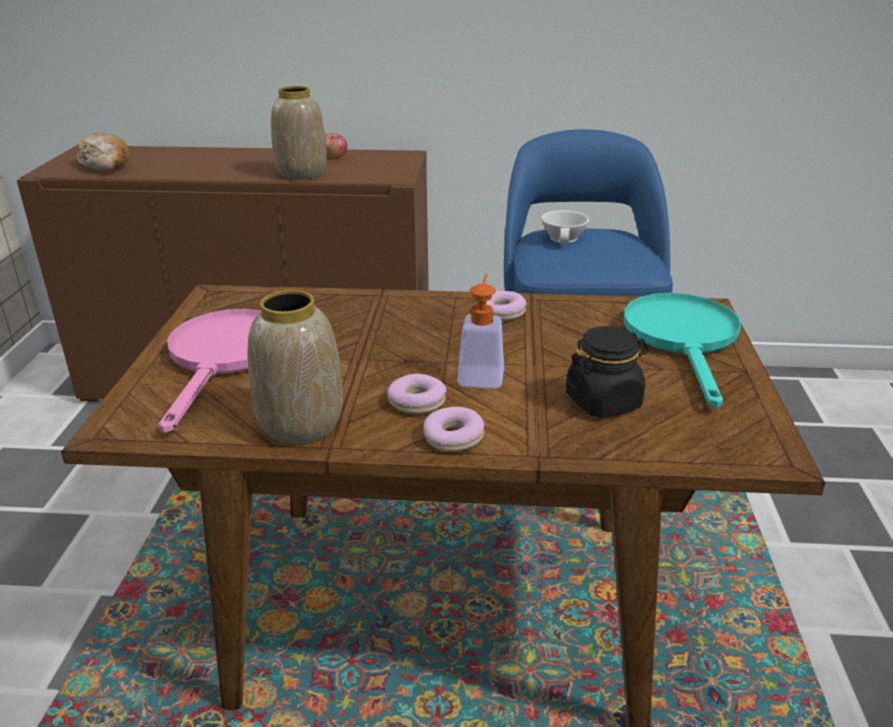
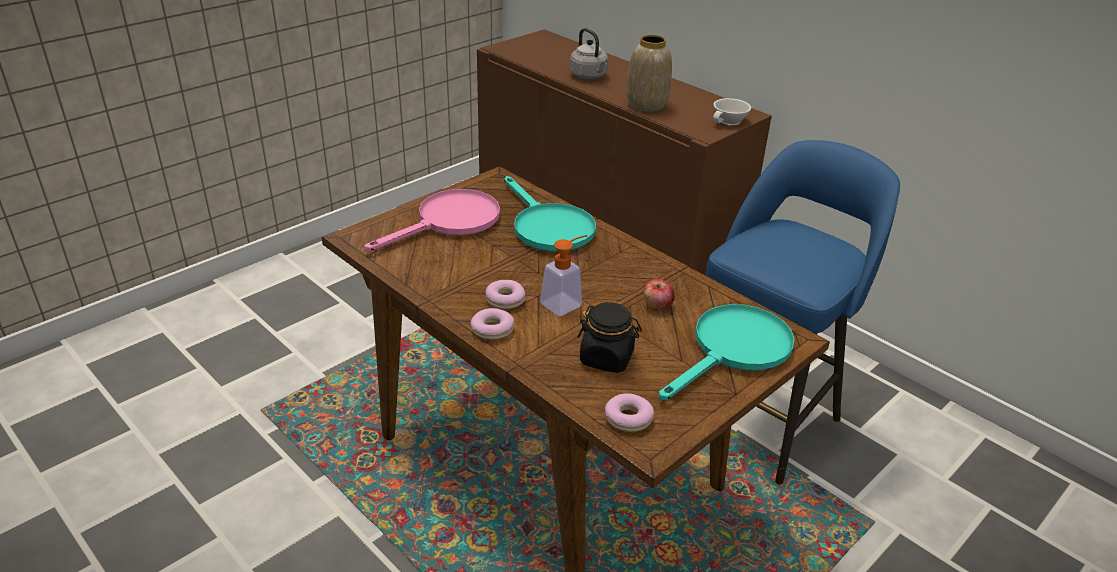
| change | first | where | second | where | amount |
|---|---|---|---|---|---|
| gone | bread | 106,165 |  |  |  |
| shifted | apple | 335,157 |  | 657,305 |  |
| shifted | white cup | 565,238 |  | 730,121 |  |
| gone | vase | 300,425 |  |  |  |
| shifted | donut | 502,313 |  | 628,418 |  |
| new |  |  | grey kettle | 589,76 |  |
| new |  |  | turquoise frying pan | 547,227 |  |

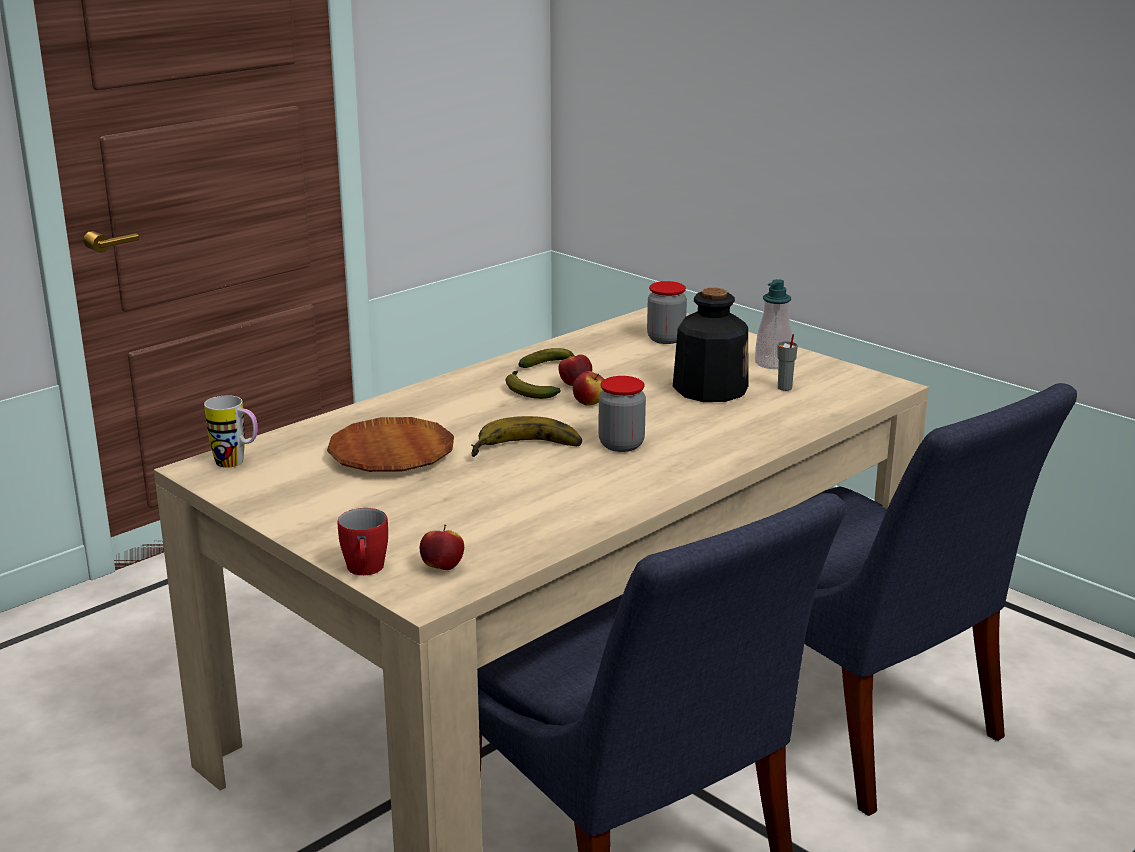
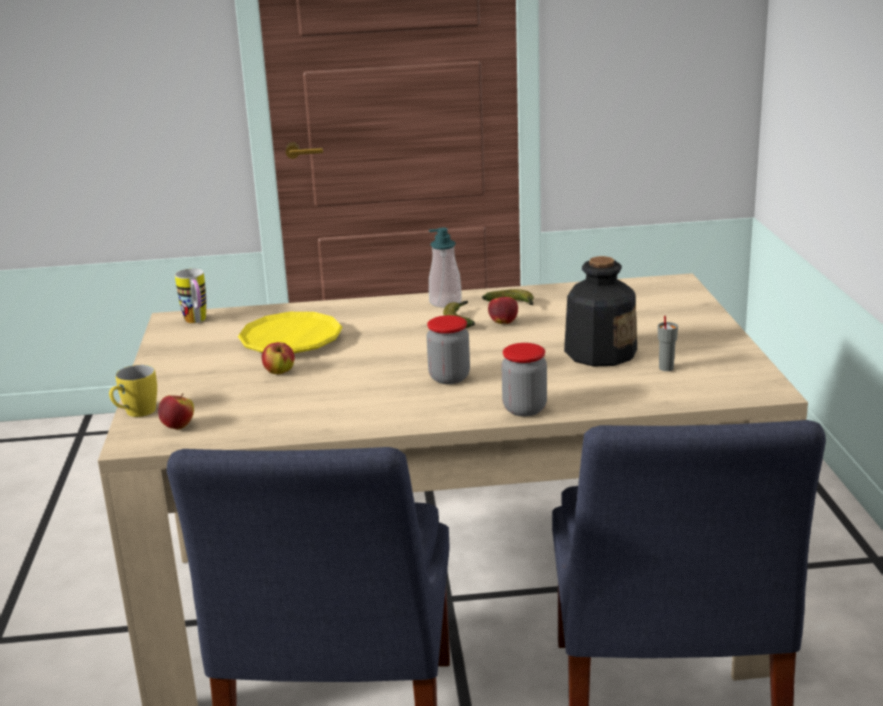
| change | first | where | second | where | amount |
|---|---|---|---|---|---|
| shifted | soap dispenser | 773,363 |  | 445,302 |  |
| shifted | jar | 666,339 |  | 524,409 |  |
| shifted | apple | 590,403 |  | 279,373 |  |
| gone | banana | 527,451 |  |  |  |
| repainted | brown plate | 391,454 | yellow plate | 291,340 |  |
| repainted | red mug | 365,571 | yellow mug | 135,413 |  |

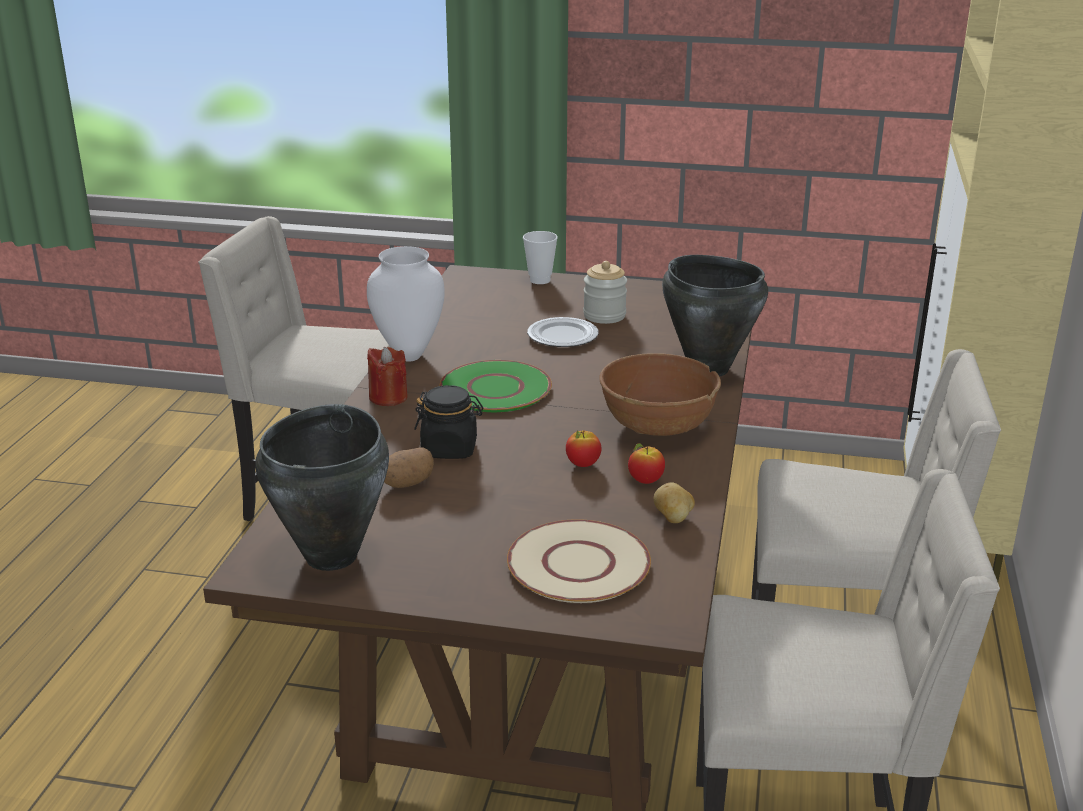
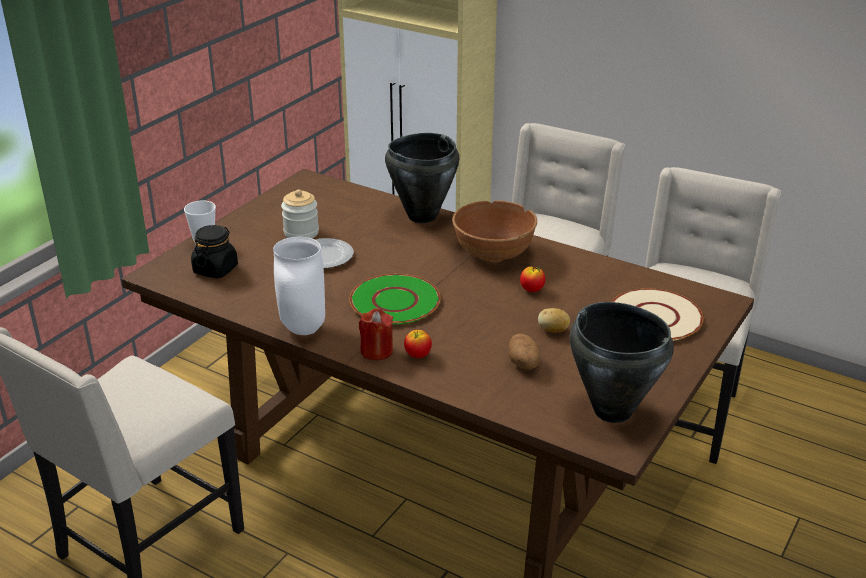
| change | first | where | second | where | amount |
|---|---|---|---|---|---|
| shifted | black jar | 449,449 |  | 215,269 |  |
| shifted | apple | 645,481 |  | 417,355 |  |
| shifted | potato | 673,518 |  | 553,330 |  |

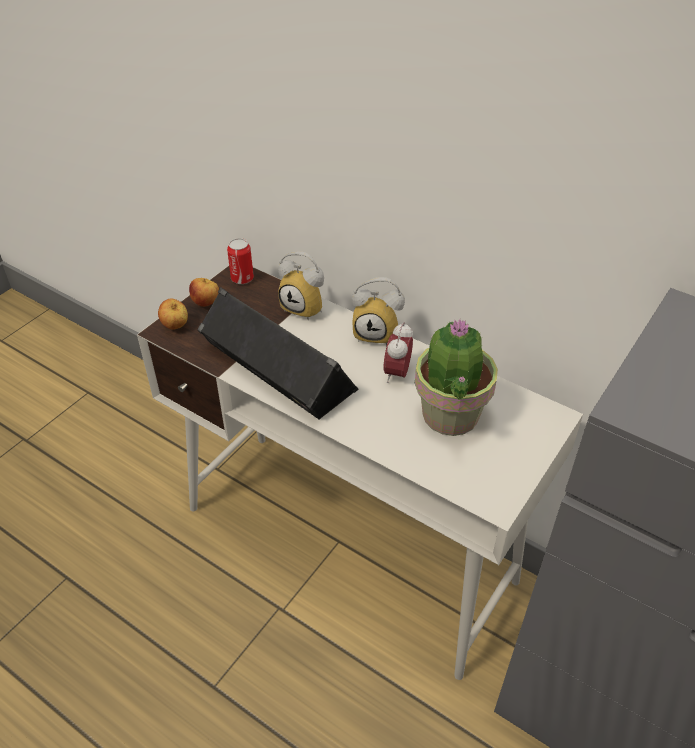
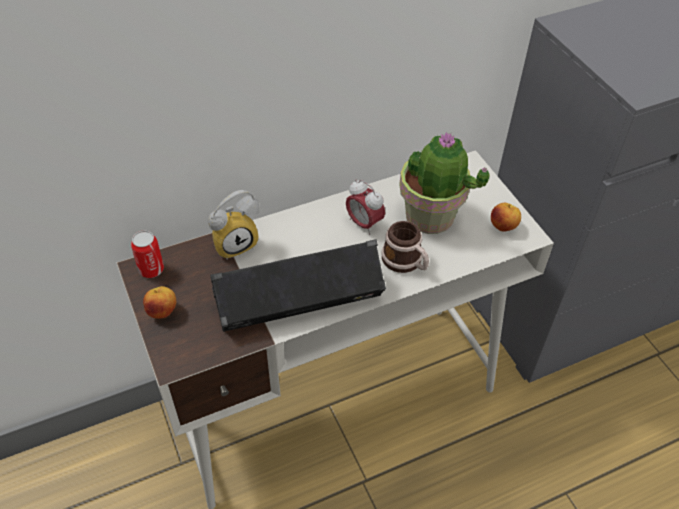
| change | first | where | second | where | amount |
|---|---|---|---|---|---|
| gone | alarm clock | 377,333 |  |  |  |
| shifted | apple | 175,326 |  | 503,227 |  |
| new |  |  | mug | 406,262 |  |

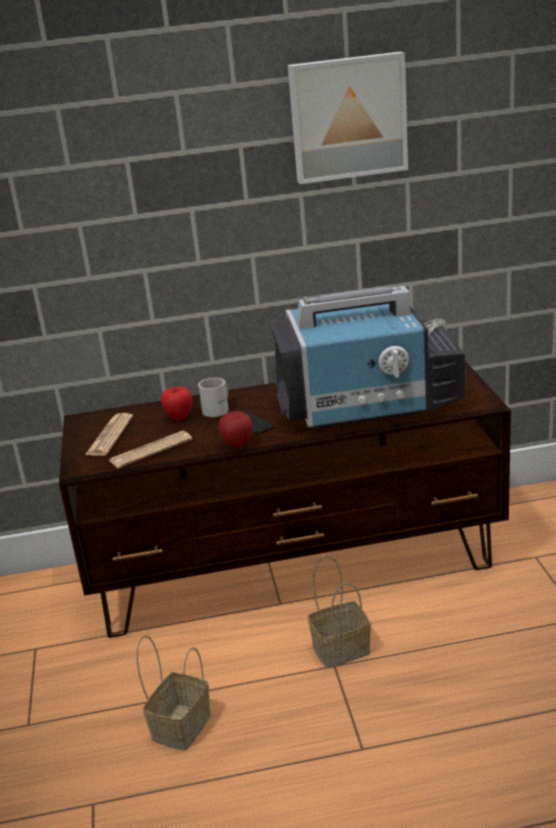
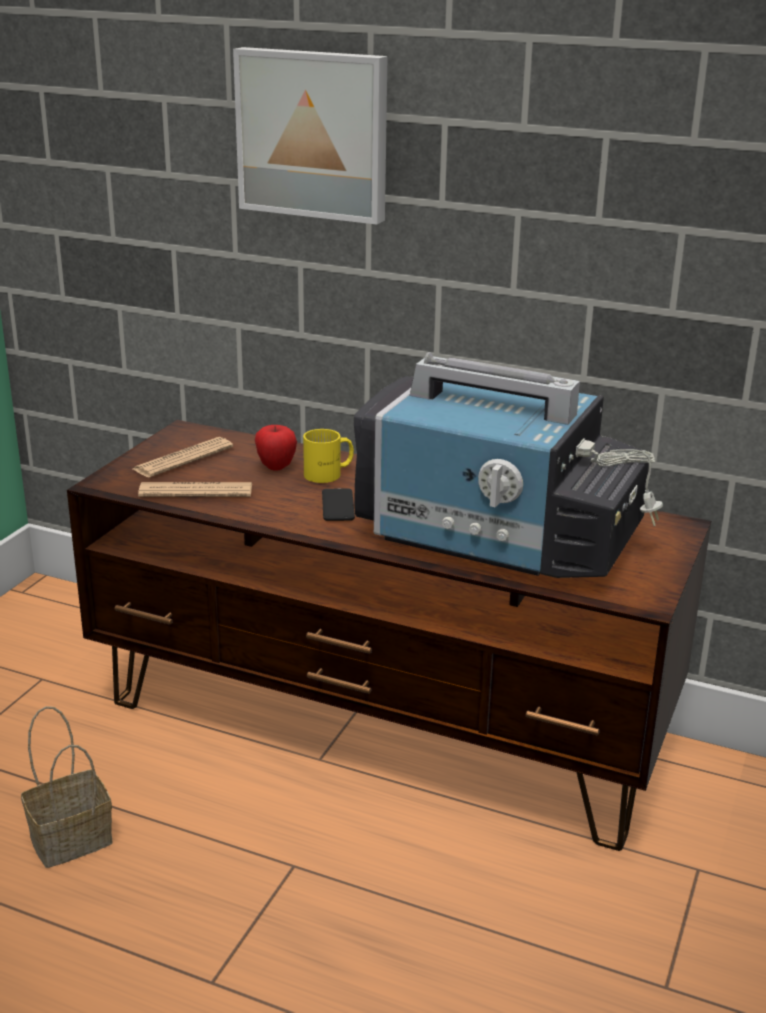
| change | first | where | second | where | amount |
|---|---|---|---|---|---|
| shifted | picture | 347,117 |  | 314,134 |  |
| repainted | white mug | 219,408 | yellow mug | 329,474 |  |
| gone | apple | 237,445 |  |  |  |
| gone | basket | 342,648 |  |  |  |

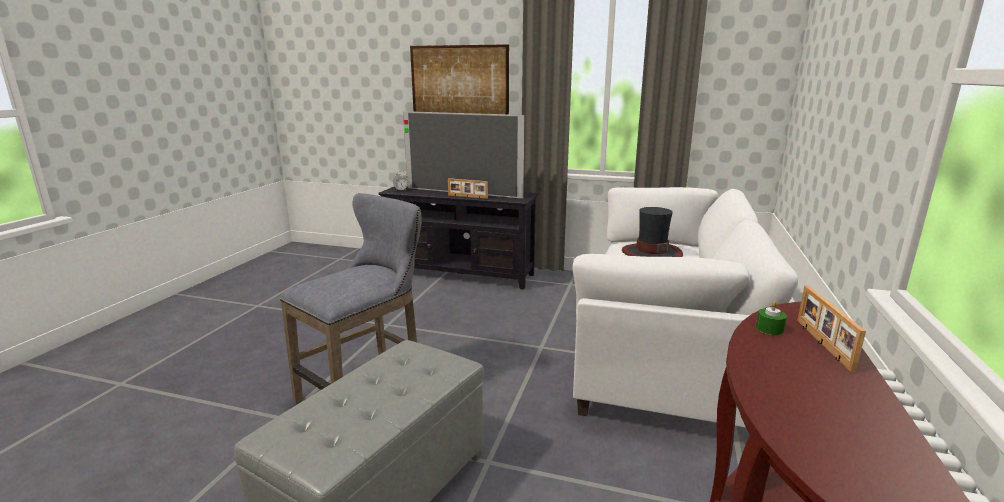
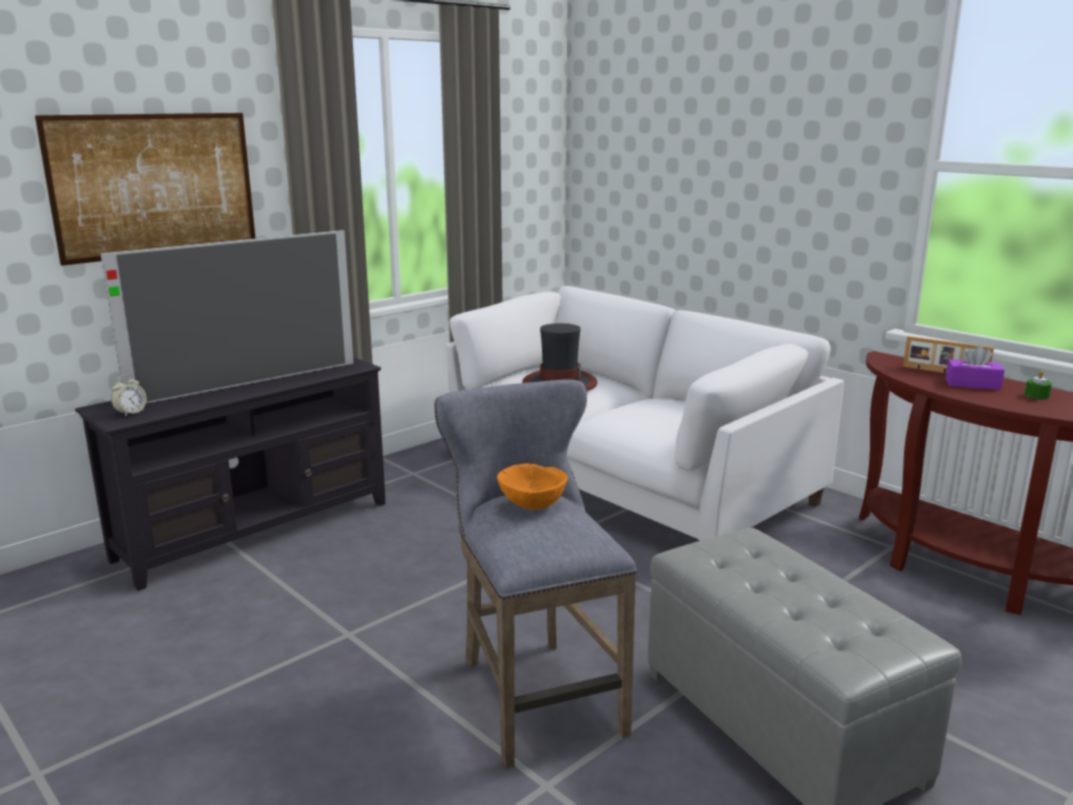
| change | first | where | second | where | amount |
|---|---|---|---|---|---|
| gone | picture frame | 467,197 |  |  |  |
| shifted | green candle | 769,328 |  | 1036,396 |  |
| new |  |  | purple tissue box | 972,384 |  |
| new |  |  | orange bowl | 532,505 |  |

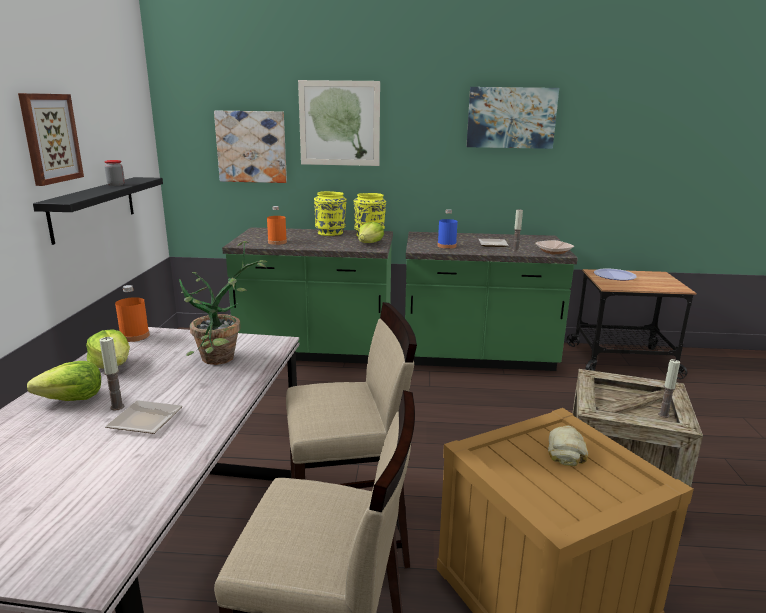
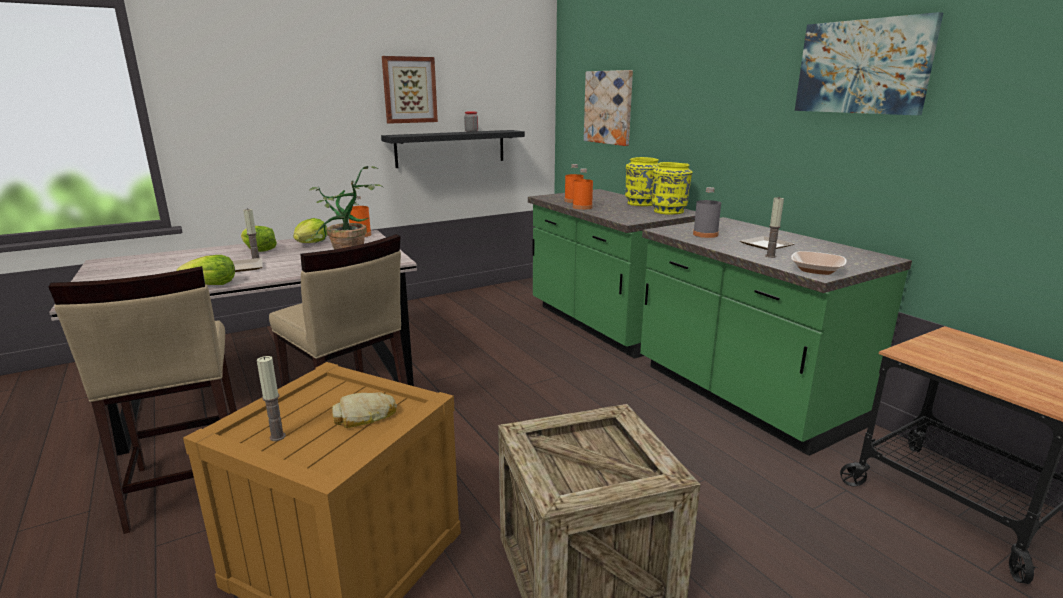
| change | first | where | second | where | amount |
|---|---|---|---|---|---|
| gone | picture | 339,123 |  |  |  |
| repainted | blue bottle | 446,246 | grey bottle | 705,234 |  |
| shifted | lettuce | 370,243 |  | 212,285 |  |
| gone | plate | 614,276 |  |  |  |
| shifted | candle | 663,415 |  | 277,437 |  |
| new |  |  | orange bottle | 582,207 |  |

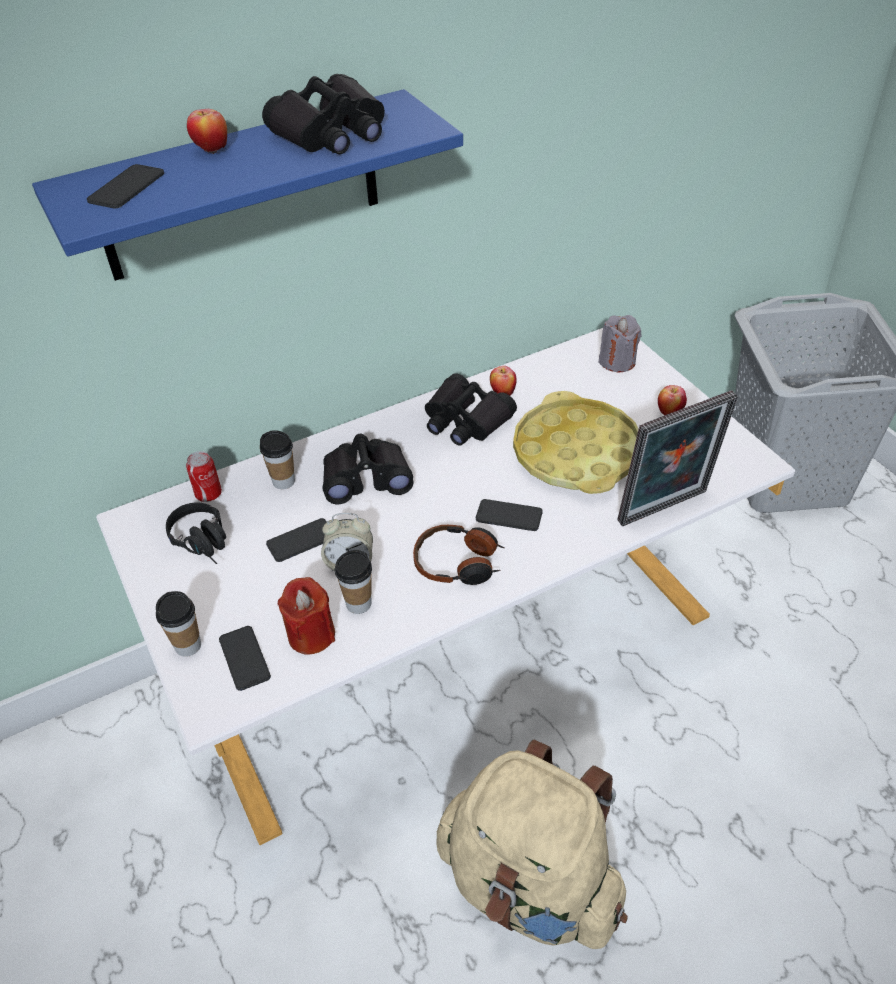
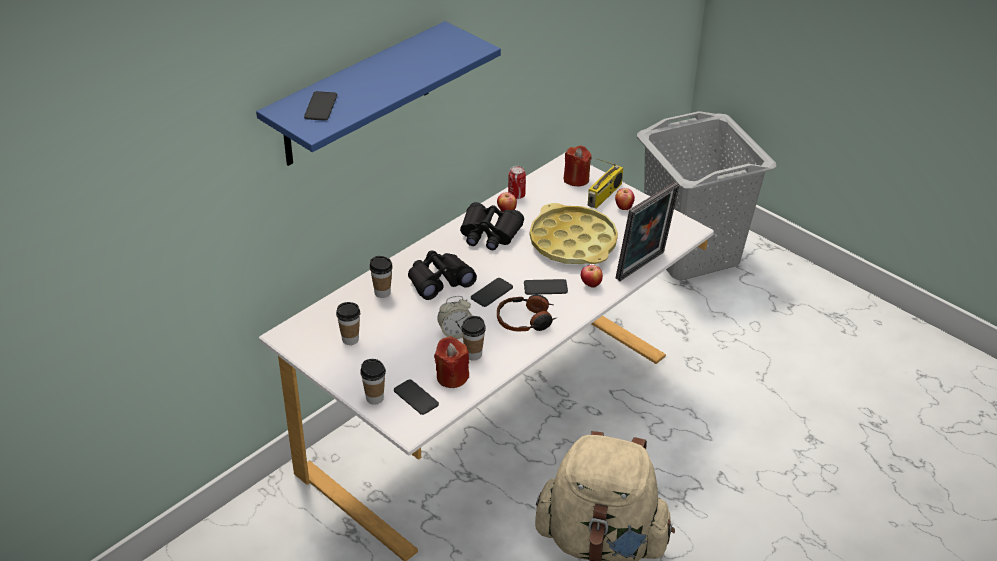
| change | first | where | second | where | amount |
|---|---|---|---|---|---|
| gone | black binoculars | 331,133 |  |  |  |
| shifted | apple | 211,150 |  | 590,285 |  |
| repainted | grey candle | 617,361 | red candle | 576,179 |  |
| shifted | can | 208,494 |  | 516,195 |  |
| swapped | black headphones | 205,544 | cup | 350,339 |  |
| shifted | phone | 301,540 |  | 491,293 |  |
| new |  |  | radio | 604,195 |  |

